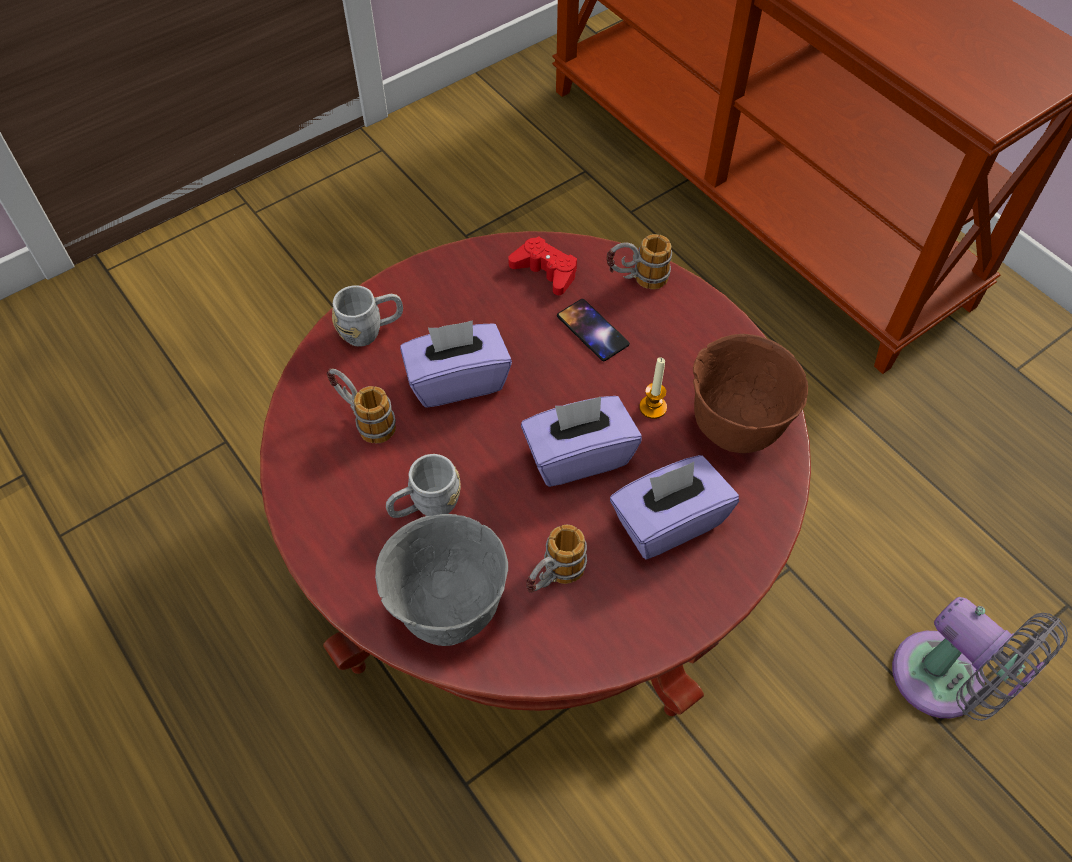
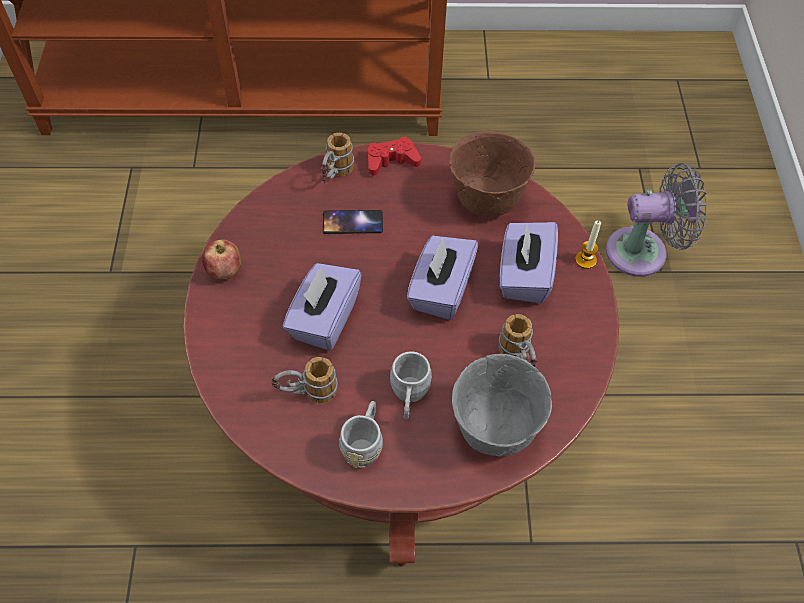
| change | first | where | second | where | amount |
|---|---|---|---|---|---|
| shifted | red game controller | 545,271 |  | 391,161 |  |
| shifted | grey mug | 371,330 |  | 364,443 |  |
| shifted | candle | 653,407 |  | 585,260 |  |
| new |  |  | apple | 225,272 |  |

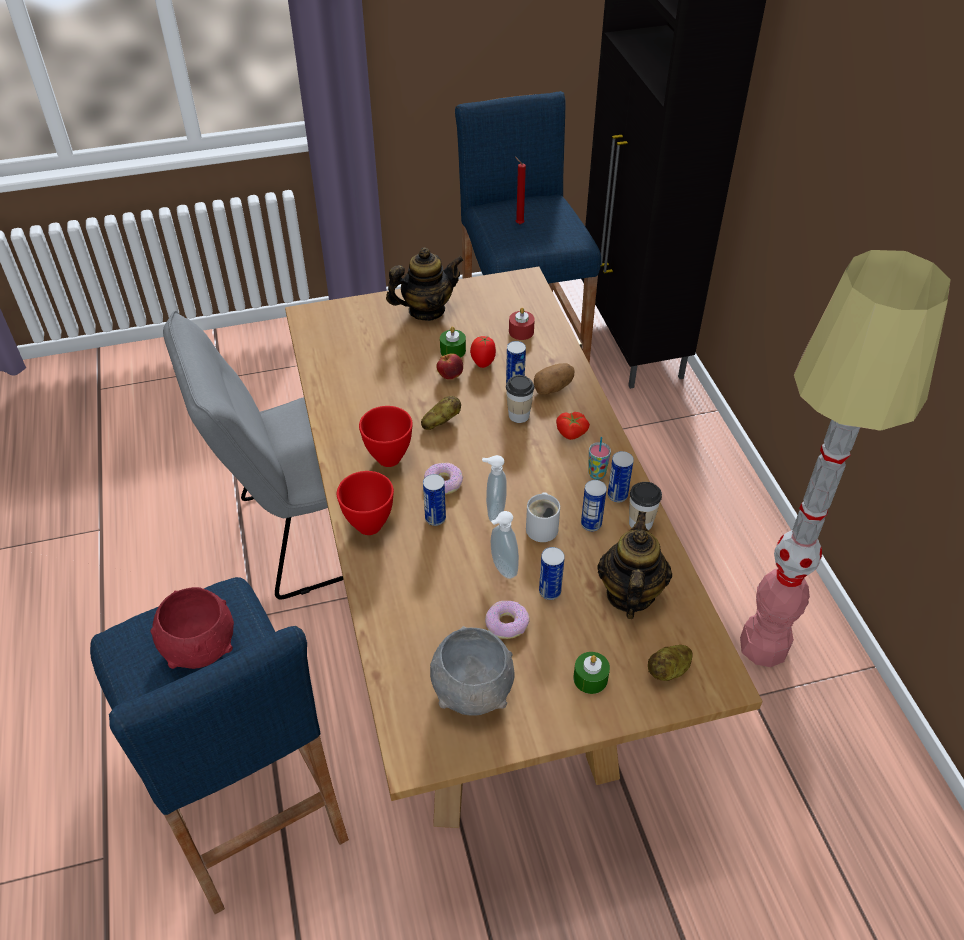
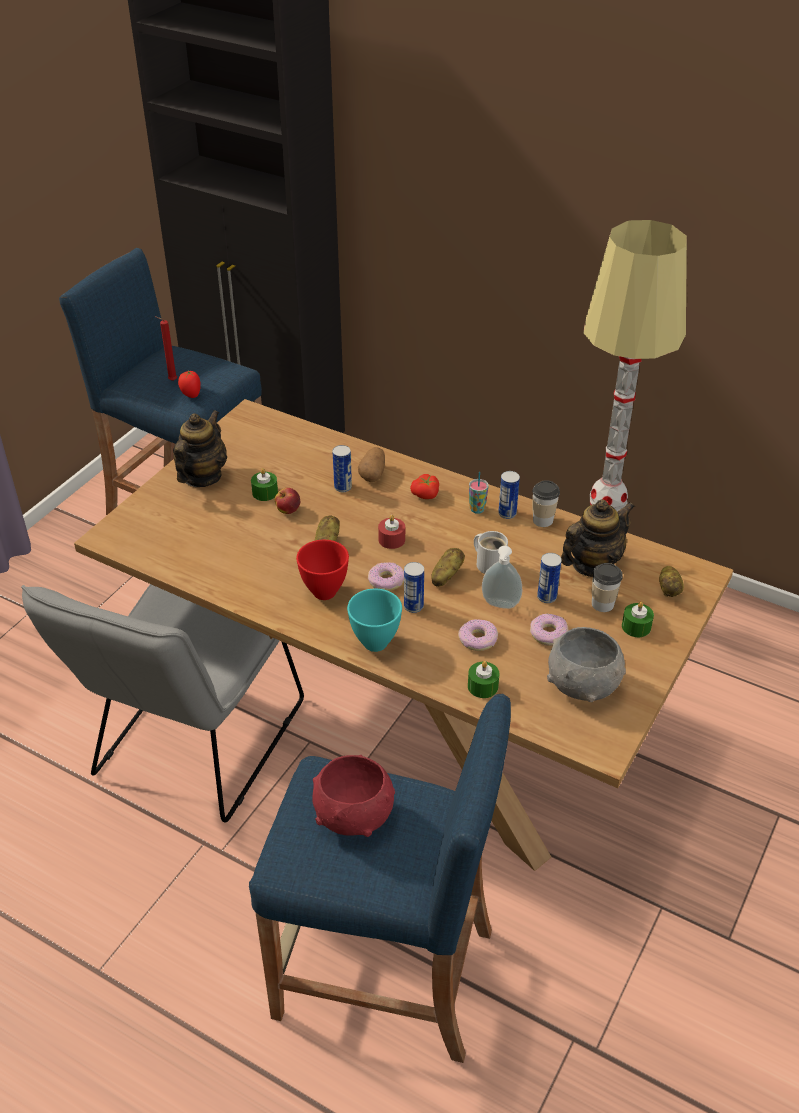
| change | first | where | second | where | amount |
|---|---|---|---|---|---|
| shifted | red candle | 521,331 |  | 391,539 |  |
| shifted | tomato | 483,362 |  | 191,395 |  |
| shifted | cup | 519,415 |  | 602,604 |  |
| swapped | soap dispenser | 494,512 | potato | 446,576 |  |
| repainted | red bowl | 370,524 | turquoise bowl | 375,642 |  |
| gone | can | 591,524 |  |  |  |
| rotated | teapot | 629,594 |  | 592,564 | 90 degrees clockwise |
| new |  |  | donut | 478,640 |  |
| new |  |  | green candle | 483,686 |  |

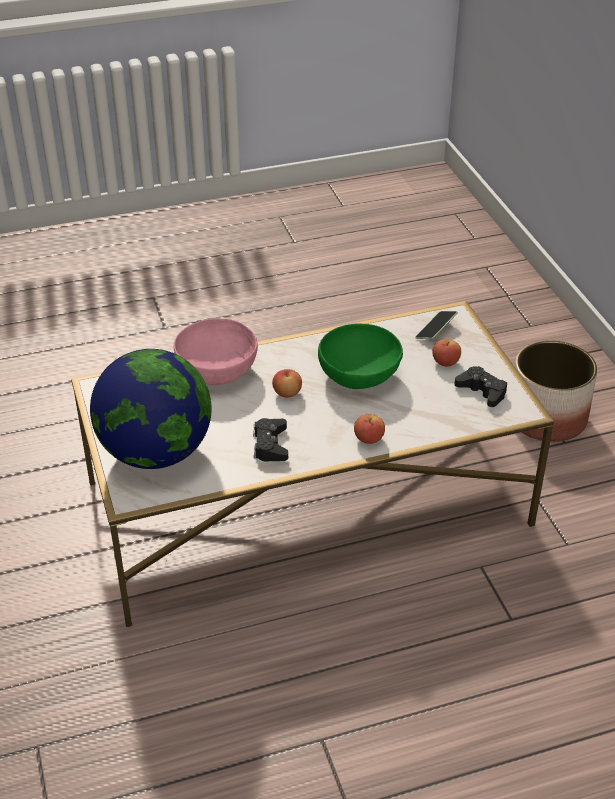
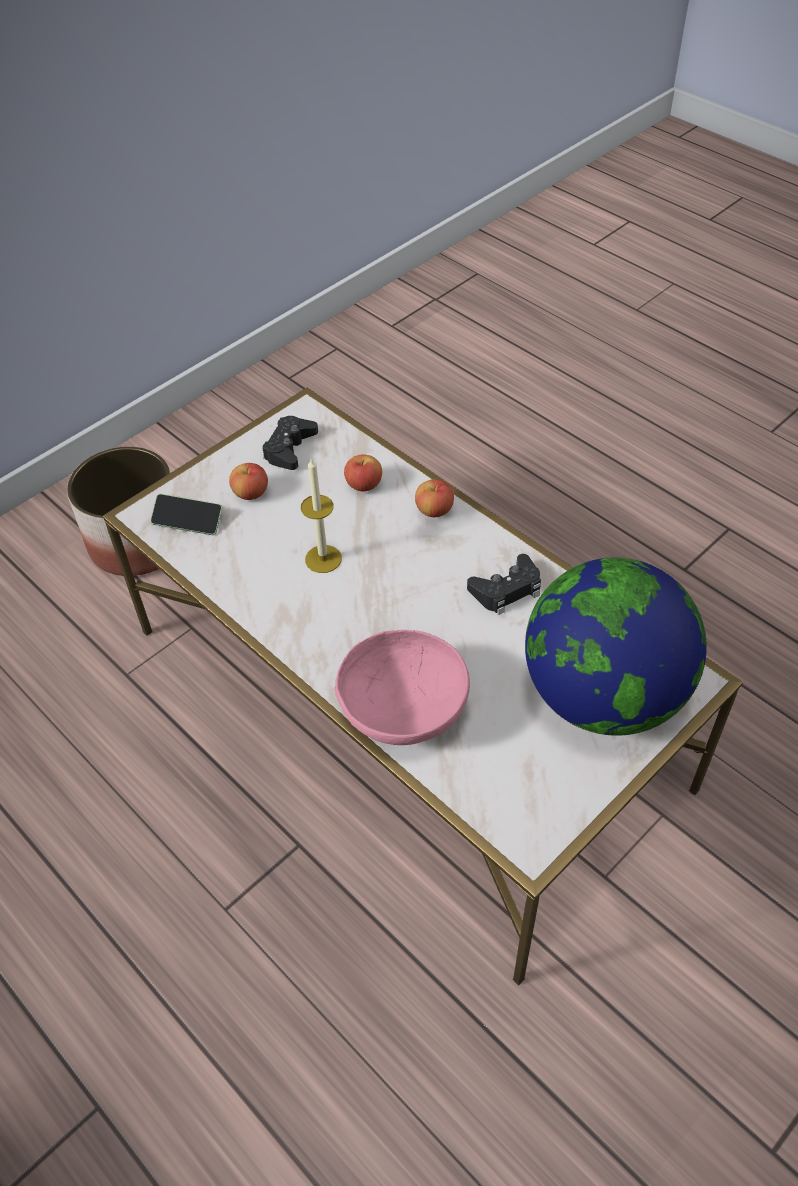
| change | first | where | second | where | amount |
|---|---|---|---|---|---|
| swapped | green bowl | 360,375 | candle | 323,559 |  |
| shifted | apple | 287,393 |  | 364,484 |  |

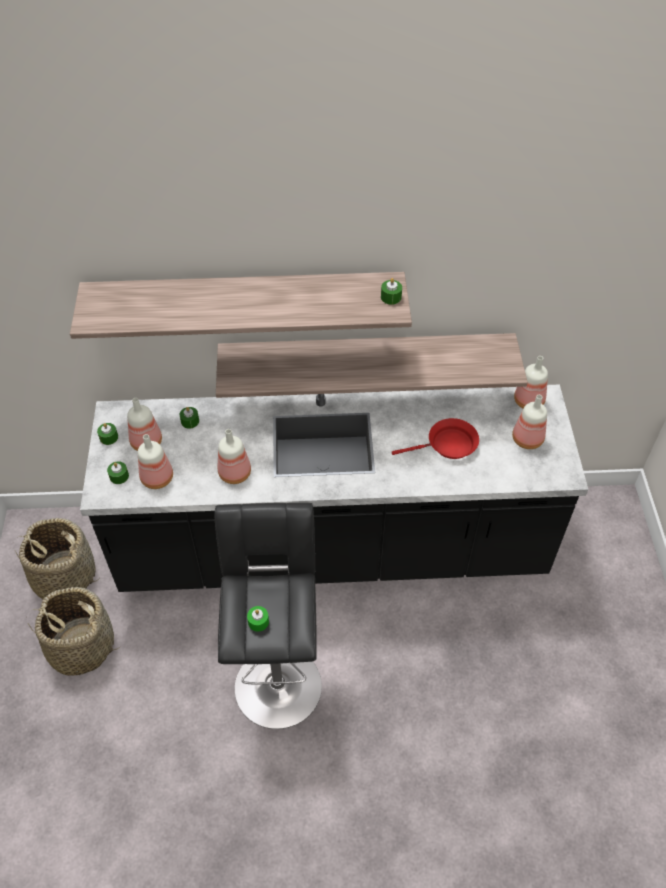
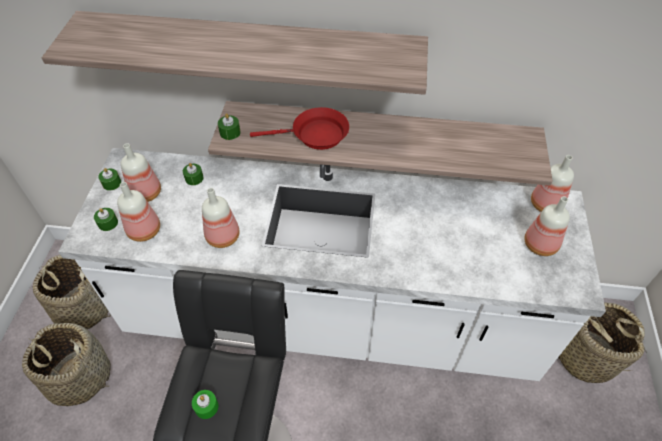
| change | first | where | second | where | amount |
|---|---|---|---|---|---|
| shifted | green candle | 391,297 |  | 230,132 |  |
| repainted | black counter | 333,549 | white counter | 331,320 |  |
| shifted | red frying pan | 447,445 |  | 315,135 |  |
| new |  |  | basket | 585,356 |  |

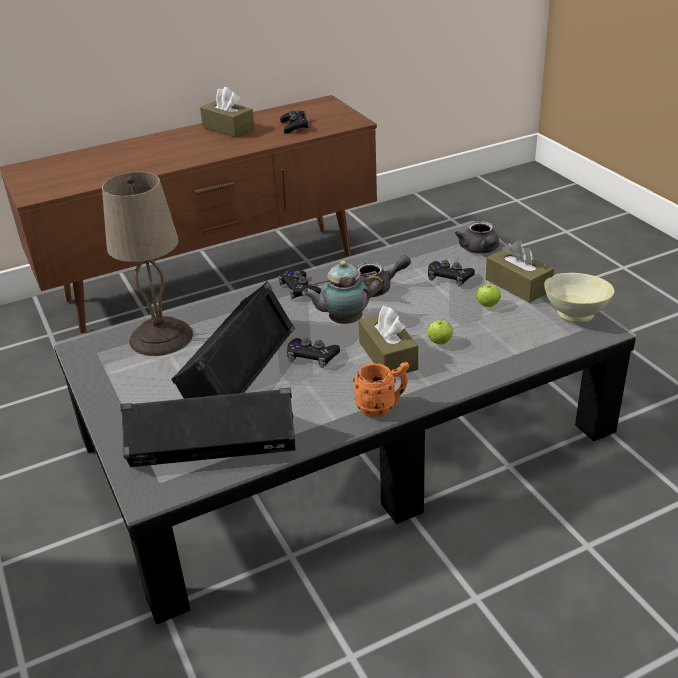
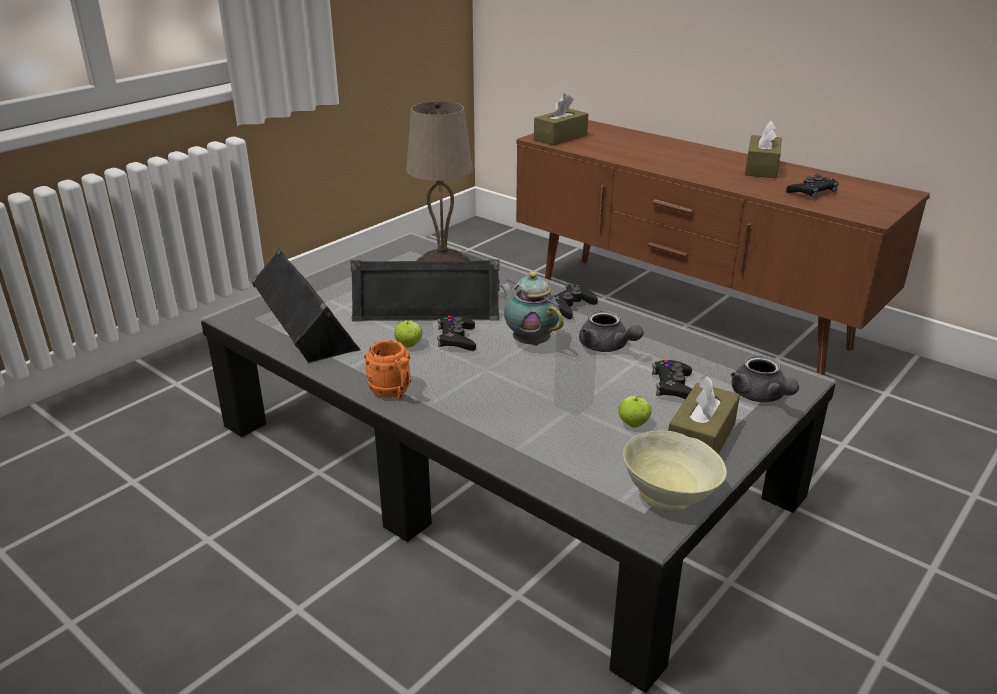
| change | first | where | second | where | amount |
|---|---|---|---|---|---|
| rotated | grey teapot | 480,250 |  | 760,396 | 75 degrees counterclockwise |
| shifted | brown tissue box | 388,356 |  | 560,137 |  |
| shifted | apple | 439,342 |  | 409,345 |  |

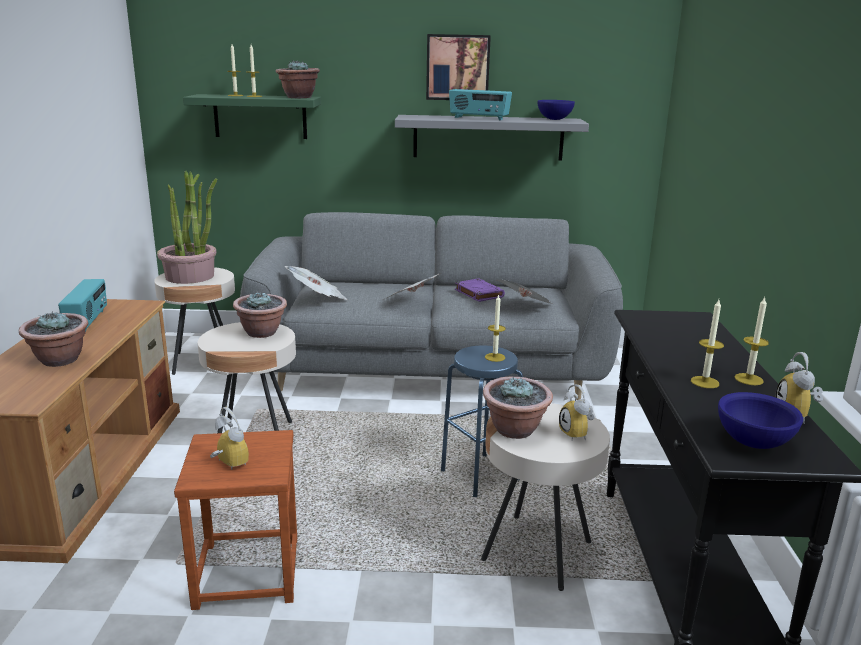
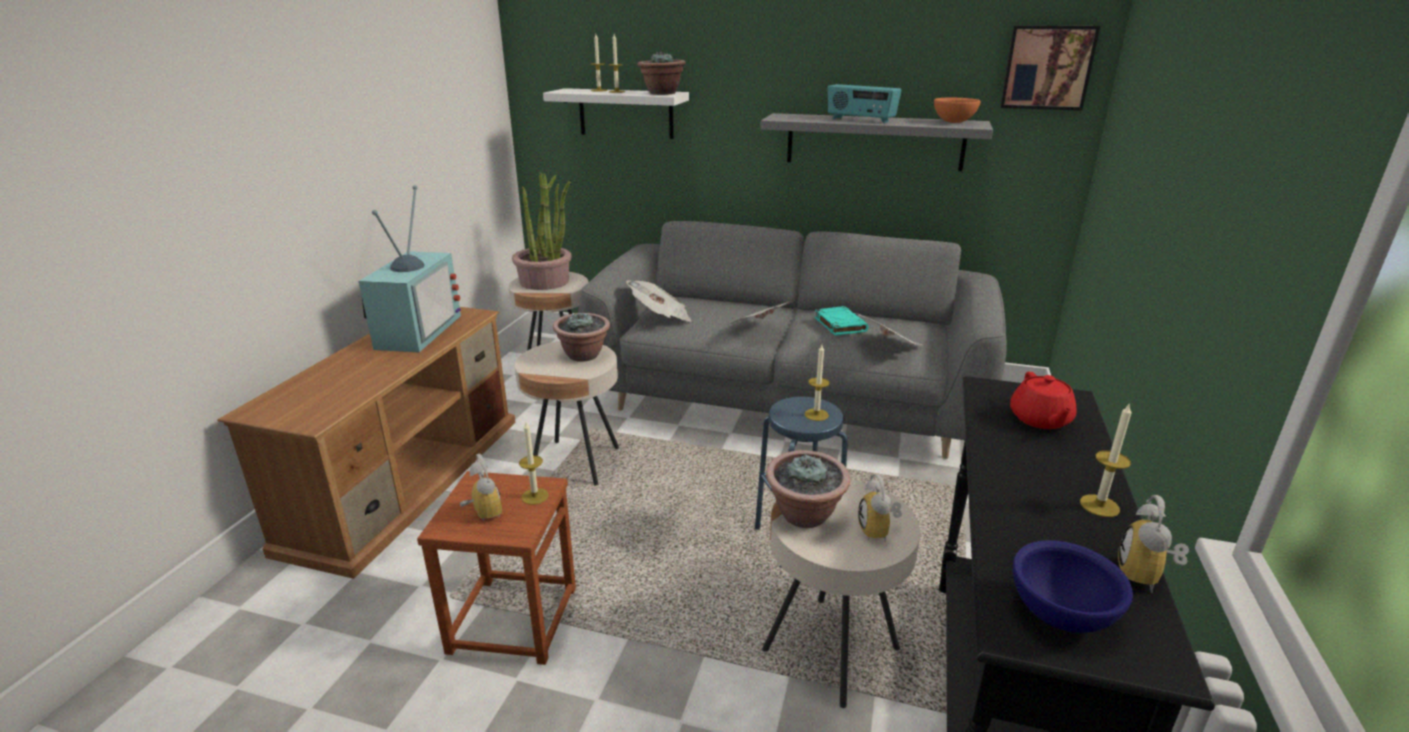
| change | first | where | second | where | amount |
|---|---|---|---|---|---|
| shifted | picture | 457,67 |  | 1047,67 |  |
| repainted | green shelf | 260,116 | white shelf | 626,113 |  |
| repainted | blue bowl | 555,119 | orange bowl | 954,122 |  |
| repainted | purple book | 478,293 | turquoise book | 839,324 |  |
| swapped | radio | 88,322 | television | 415,331 |  |
| shifted | candle | 704,382 |  | 535,496 |  |
| gone | potted plant | 60,360 |  |  |  |
| new |  |  | red teapot | 1040,420 |  |

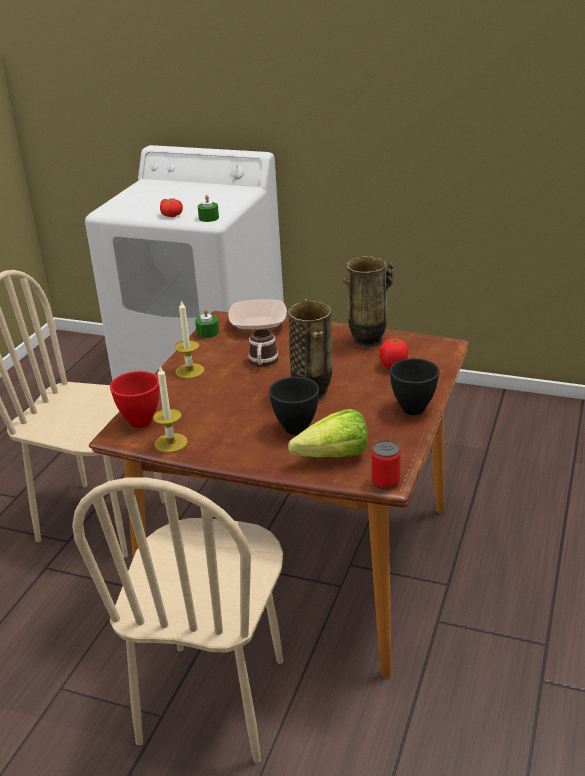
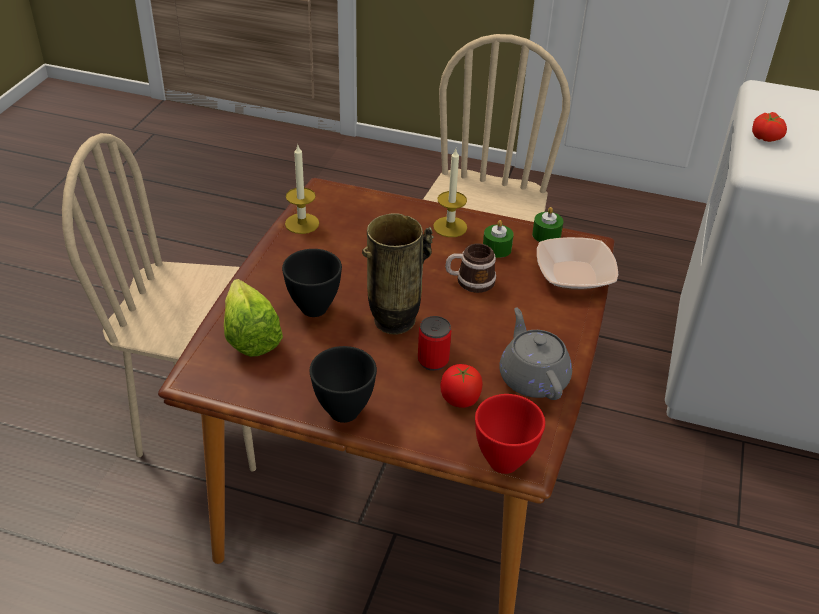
| change | first | where | second | where | amount |
|---|---|---|---|---|---|
| shifted | green candle | 209,218 |  | 497,248 |  |
| swapped | vase | 368,341 | grey teapot | 532,377 |  |
| shifted | red bowl | 140,421 |  | 505,461 |  |
| shifted | can | 385,482 |  | 433,361 |  |

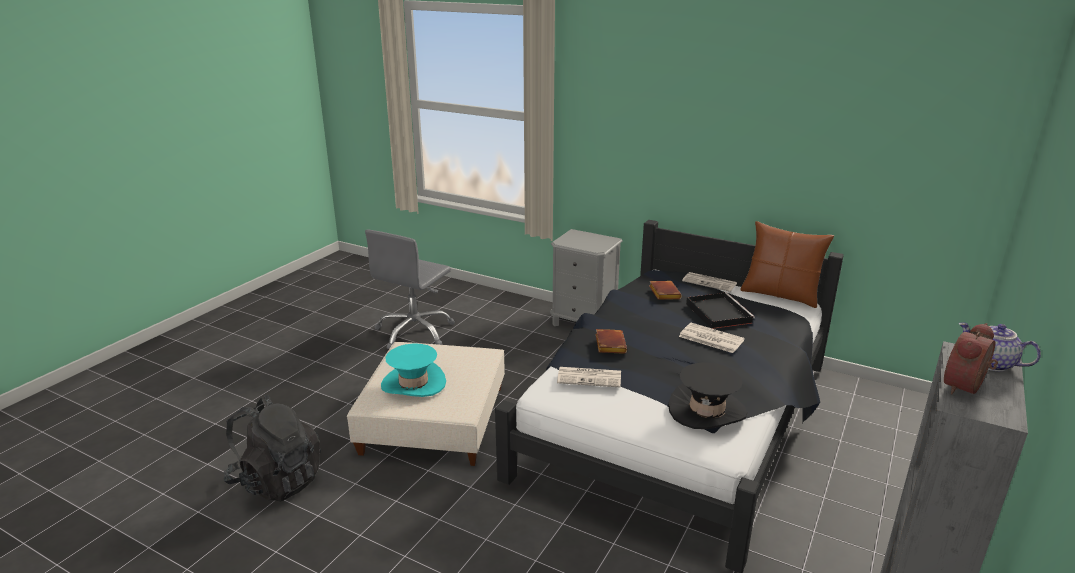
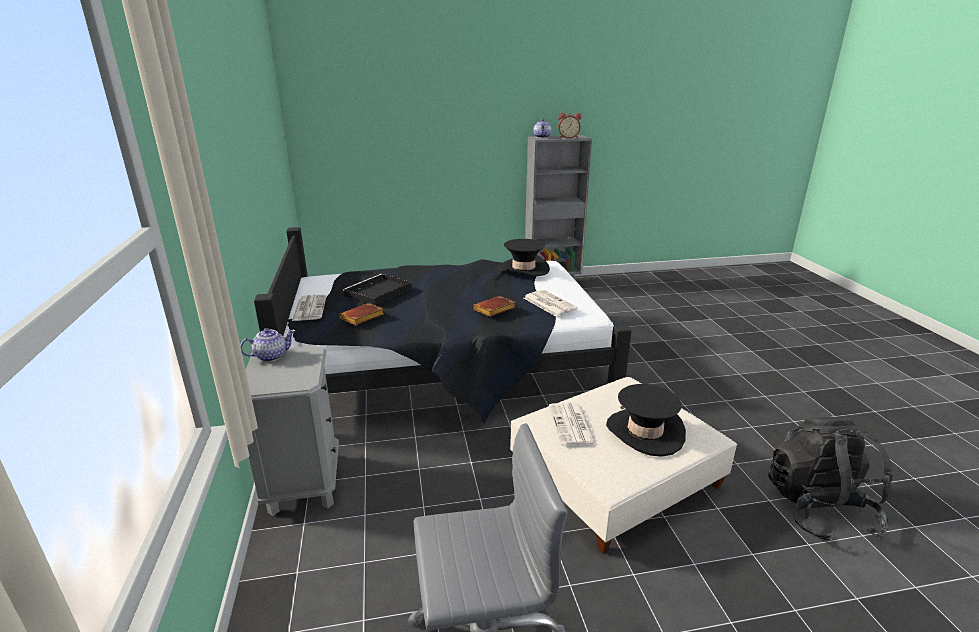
| change | first | where | second | where | amount |
|---|---|---|---|---|---|
| gone | brown pillow | 780,295 |  |  |  |
| shifted | newspaper | 710,338 |  | 572,425 |  |
| repainted | turquoise hat | 413,383 | black hat | 644,432 |  |
| new |  |  | teapot | 271,356 |  |

